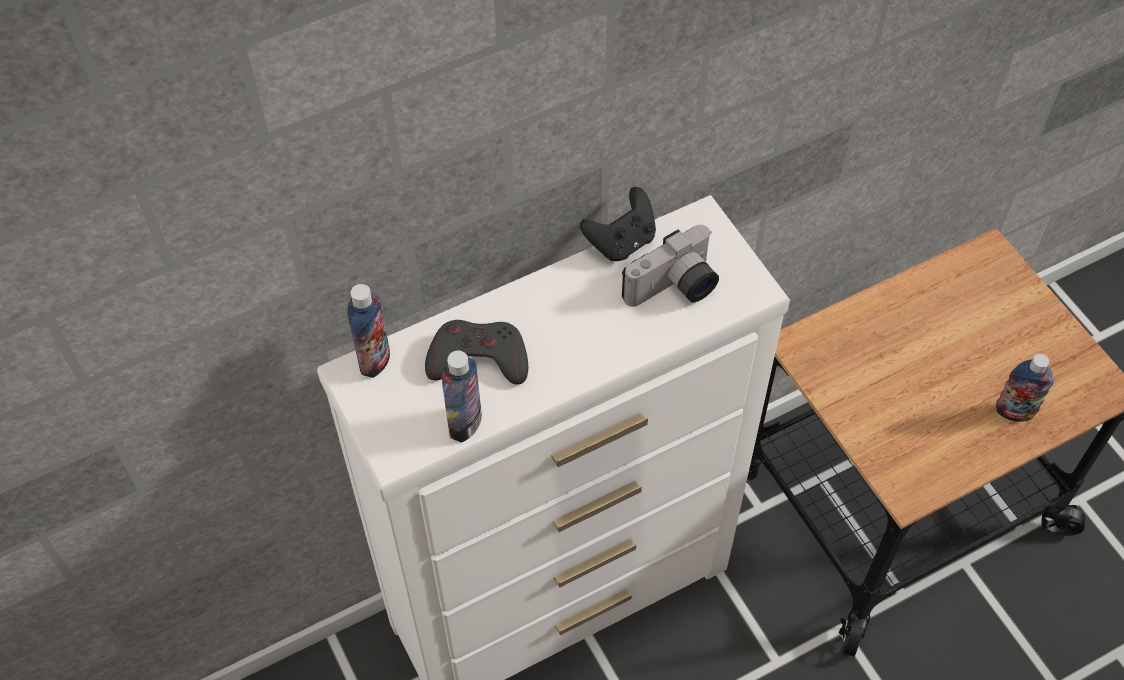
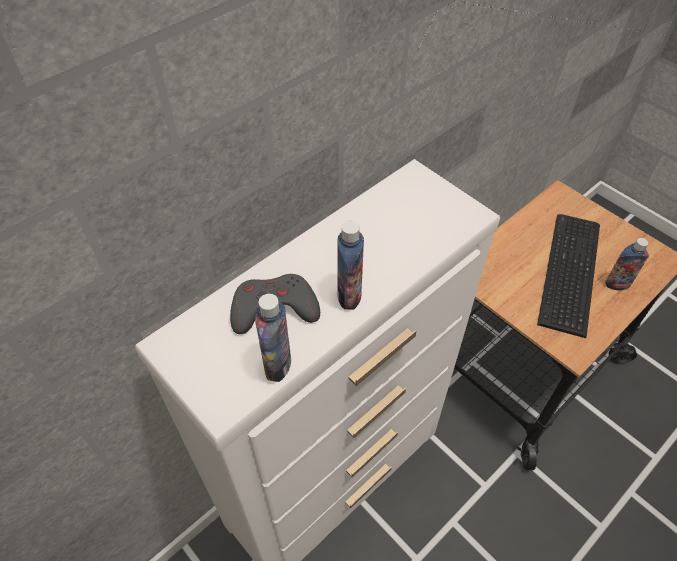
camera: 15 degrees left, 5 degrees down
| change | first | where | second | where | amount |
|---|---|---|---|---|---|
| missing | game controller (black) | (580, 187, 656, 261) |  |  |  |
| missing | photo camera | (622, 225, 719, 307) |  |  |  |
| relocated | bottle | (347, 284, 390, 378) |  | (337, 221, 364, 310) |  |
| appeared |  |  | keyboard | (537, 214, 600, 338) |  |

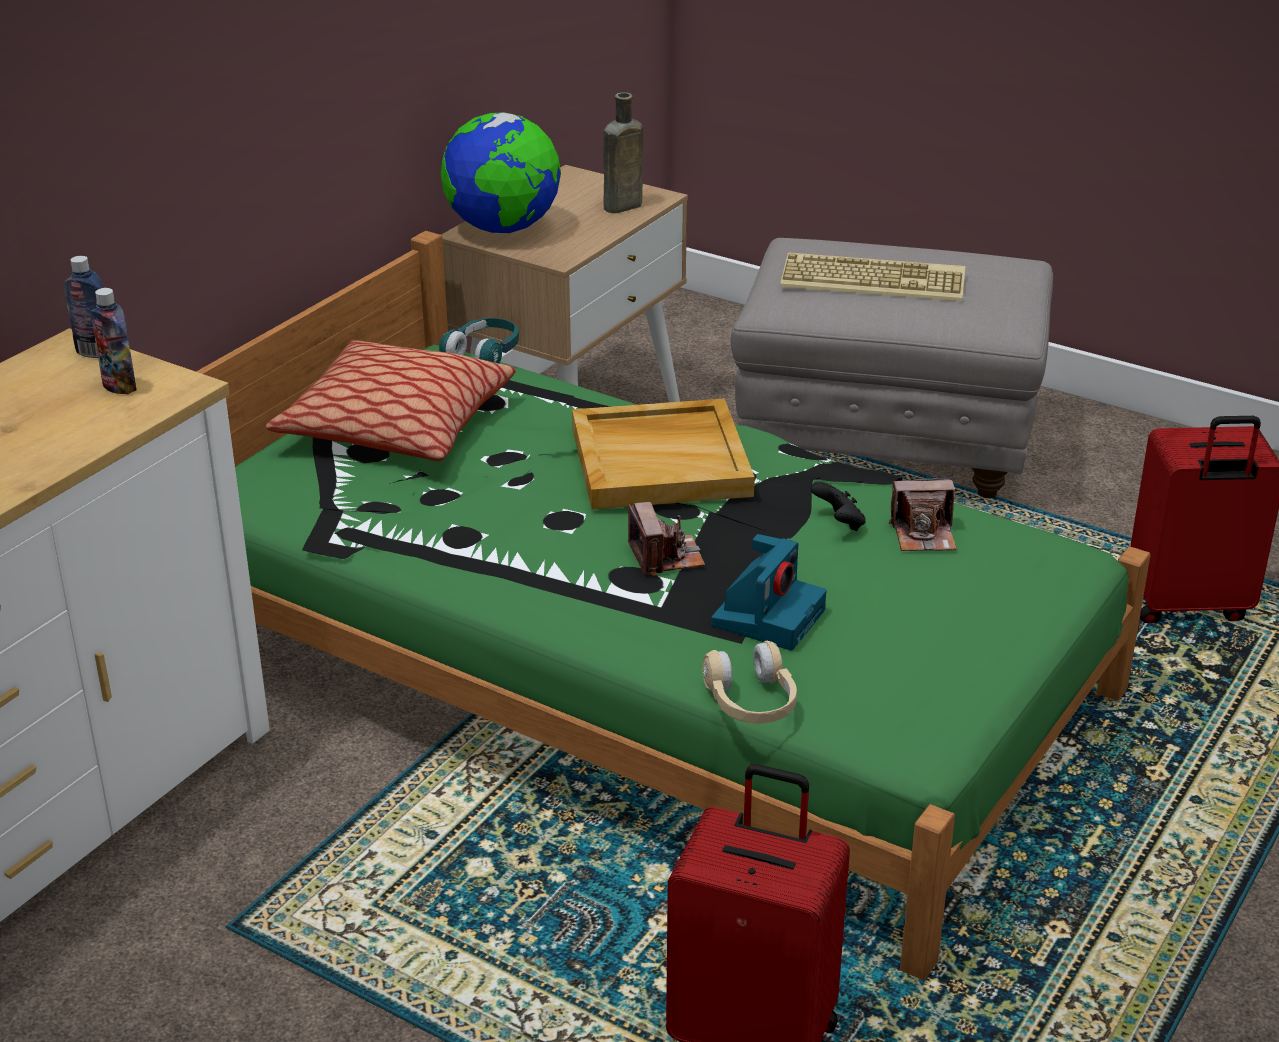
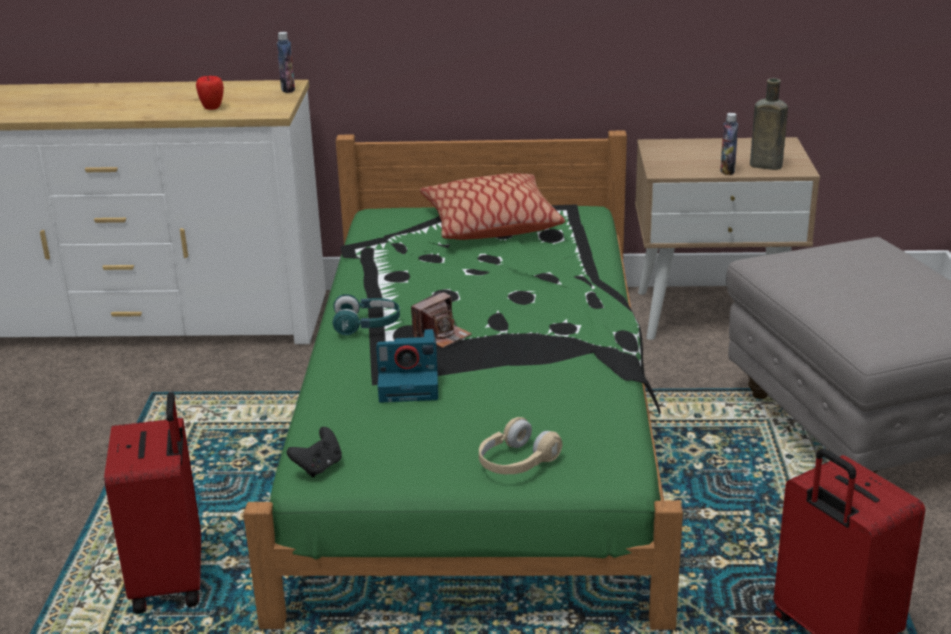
camera: 60 degrees right, 5 degrees down
| change | first | where | second | where | amount |
|---|---|---|---|---|---|
| missing | globe | (441, 112, 561, 233) |  |  |  |
| missing | keyboard | (780, 252, 966, 301) |  |  |  |
| relocated | bottle | (91, 288, 136, 394) |  | (720, 113, 738, 175) |  |
| relocated | headphones (turquoise) | (439, 318, 519, 364) |  | (332, 294, 400, 335) |  |
| missing | tray (beige) | (572, 399, 755, 509) |  |  |  |
| missing | photo camera | (889, 478, 957, 551) |  |  |  |
| relocated | game controller (black) | (811, 481, 866, 531) |  | (286, 427, 342, 477) |  |
| relocated | headphones (beige) | (702, 641, 797, 724) |  | (479, 417, 562, 474) |  |
| appeared |  |  | apple | (196, 76, 224, 110) |  |

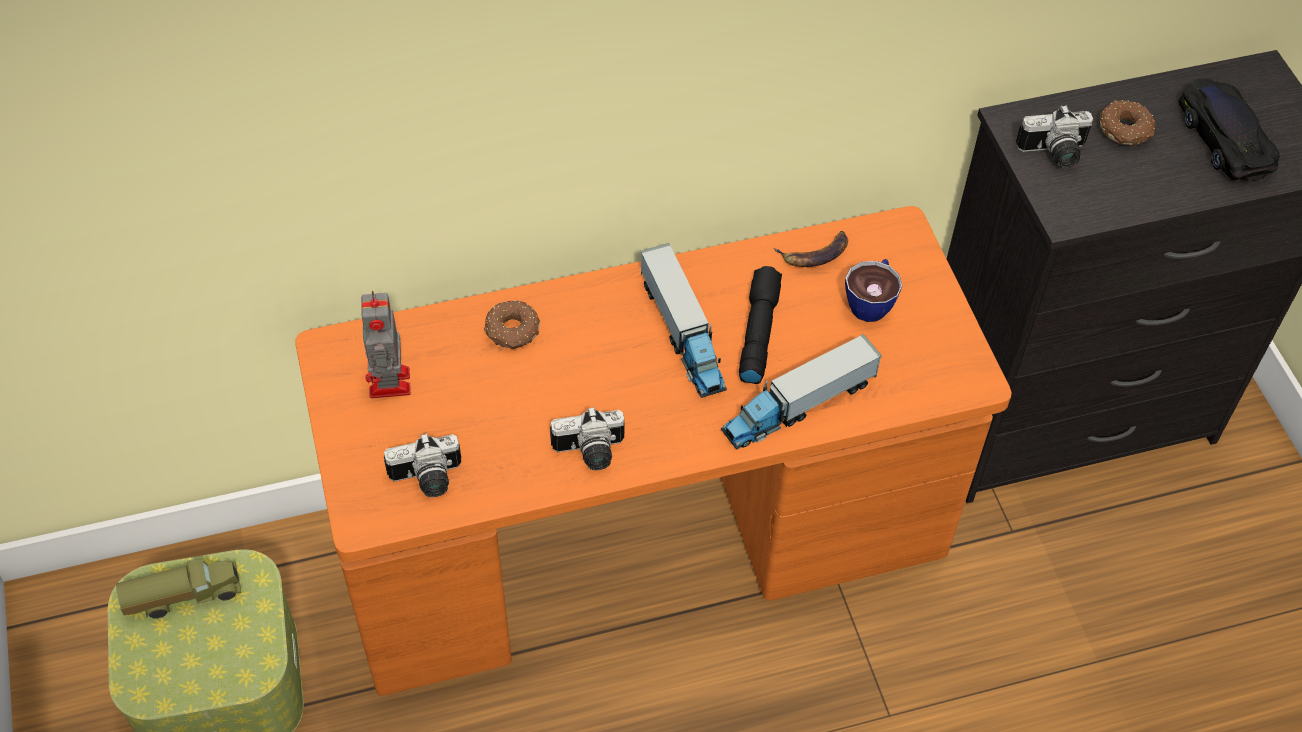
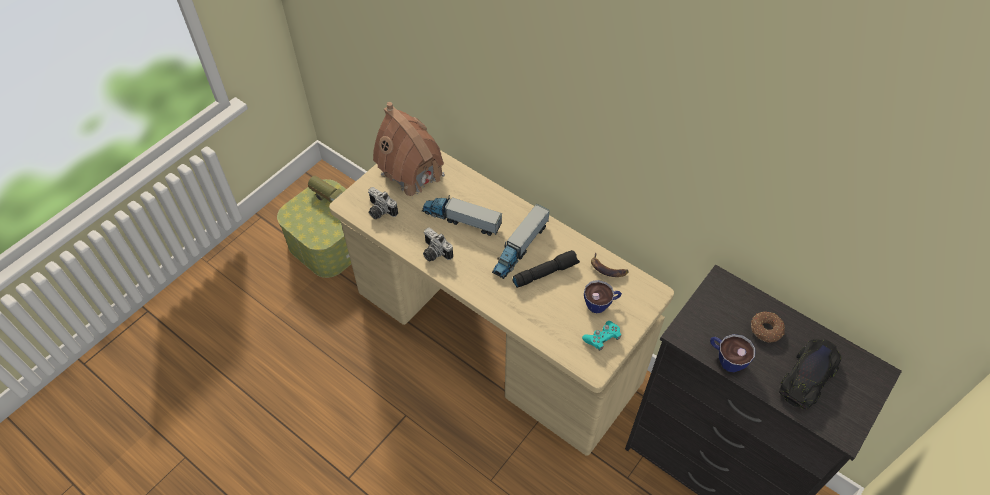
camera: 55 degrees right, 0 degrees up
| change | first | where | second | where | amount |
|---|---|---|---|---|---|
| missing | photo camera | (1016, 105, 1093, 167) |  |  |  |
| colour | desk (orange) | (296, 206, 1012, 696) | desk (beige) | (329, 150, 674, 456) |  |
| exchanged | toy robot | (361, 291, 411, 398) | toy house | (373, 102, 445, 196) |  |
| missing | donut | (484, 300, 540, 349) |  |  |  |
| relocated | toy truck | (721, 334, 882, 450) |  | (422, 195, 502, 236) |  |
| appeared |  |  | game controller (turquoise) | (582, 321, 621, 351) |  |
| appeared |  |  | cup | (710, 334, 755, 372) |  |

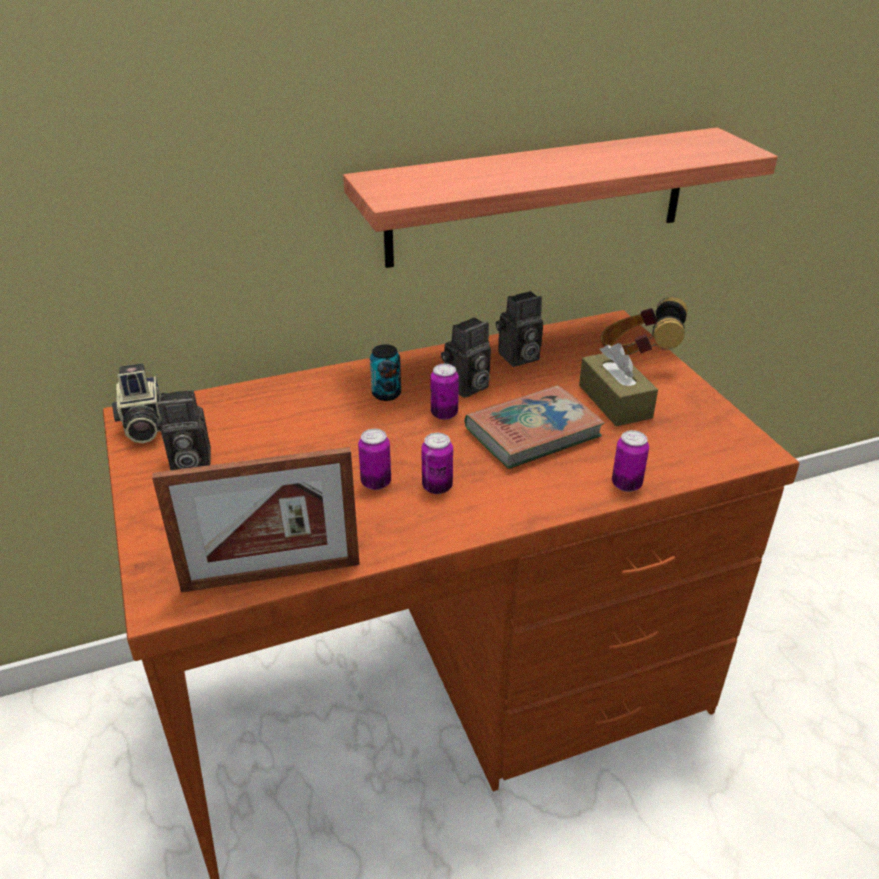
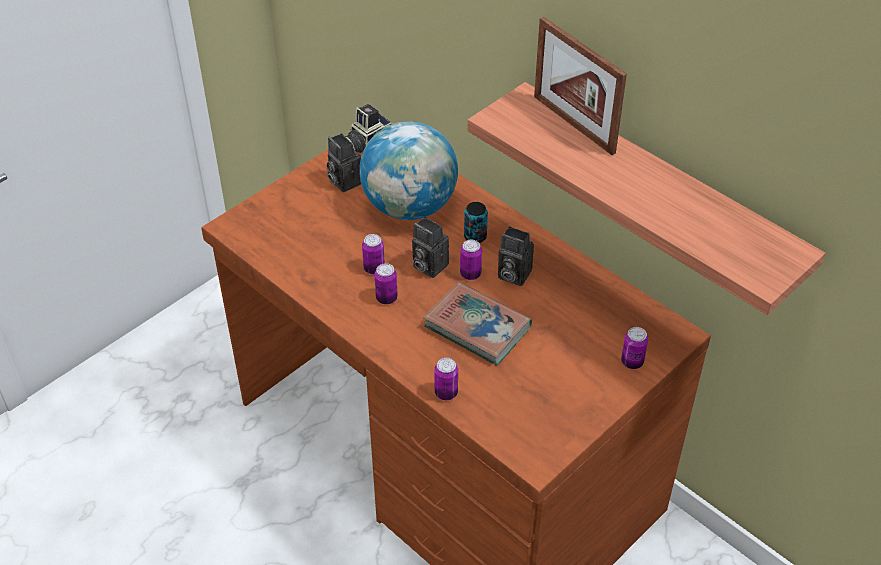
camera: 65 degrees right, 10 degrees up
| change | first | where | second | where | amount |
|---|---|---|---|---|---|
| relocated | photo camera | (496, 291, 543, 367) |  | (412, 217, 449, 278) |  |
| exchanged | headphones | (601, 297, 688, 355) | can | (621, 327, 648, 369) |  |
| missing | tissue box (brown) | (579, 343, 658, 426) |  |  |  |
| relocated | picture frame | (152, 447, 360, 593) |  | (534, 17, 627, 155) |  |
| appeared |  |  | globe | (359, 121, 458, 220) |  |

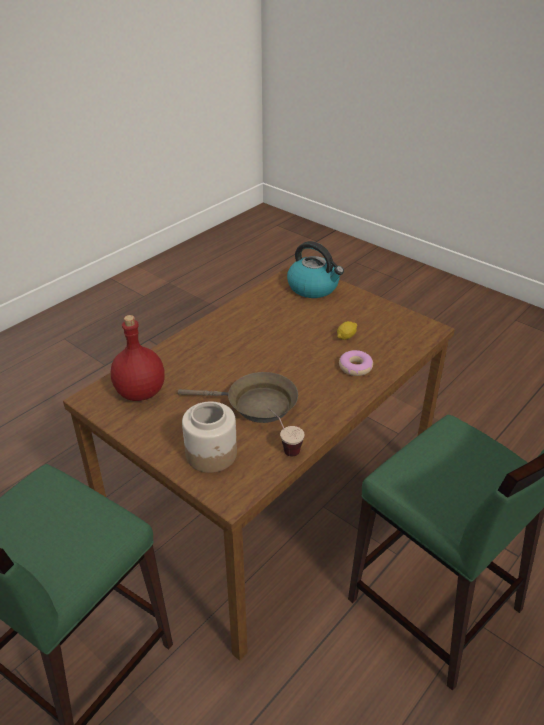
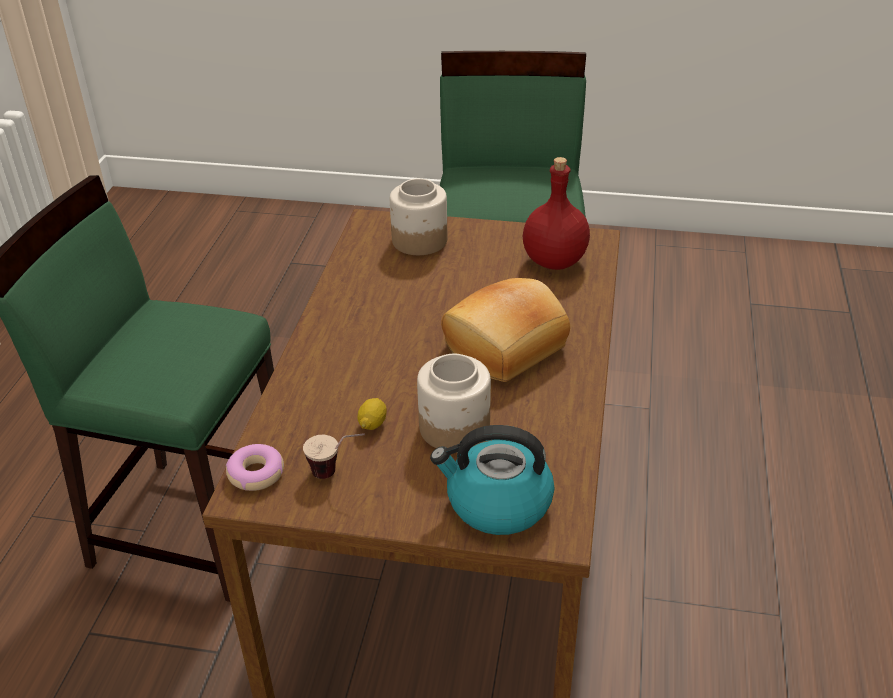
camera: 150 degrees right, 0 degrees up
| change | first | where | second | where | amount |
|---|---|---|---|---|---|
| relocated | donut | (339, 350, 373, 376) |  | (226, 444, 284, 491) |  |
| missing | frying pan (brown) | (178, 372, 298, 423) |  |  |  |
| relocated | cup | (268, 408, 305, 456) |  | (303, 433, 365, 479) |  |
| appeared |  |  | bread | (441, 278, 570, 382) |  |
| appeared |  |  | jar | (417, 354, 491, 448) |  |

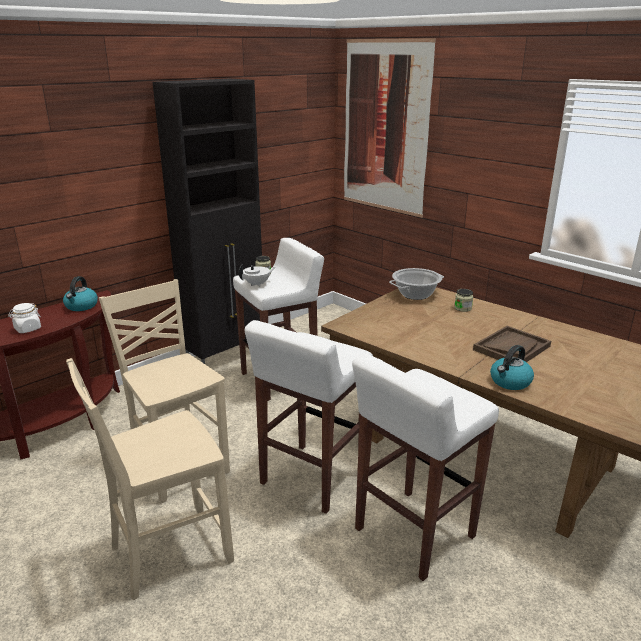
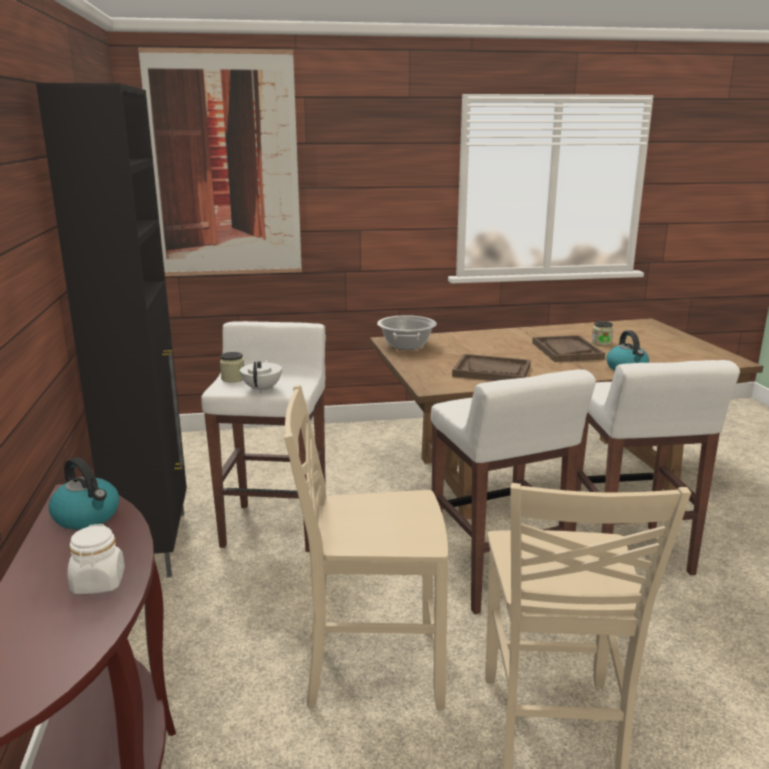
camera: 55 degrees left, 5 degrees down
| change | first | where | second | where | amount |
|---|---|---|---|---|---|
| relocated | jar | (454, 289, 473, 312) |  | (592, 321, 613, 346) |  |
| appeared |  |  | tray (brown) | (452, 354, 531, 381) |  |

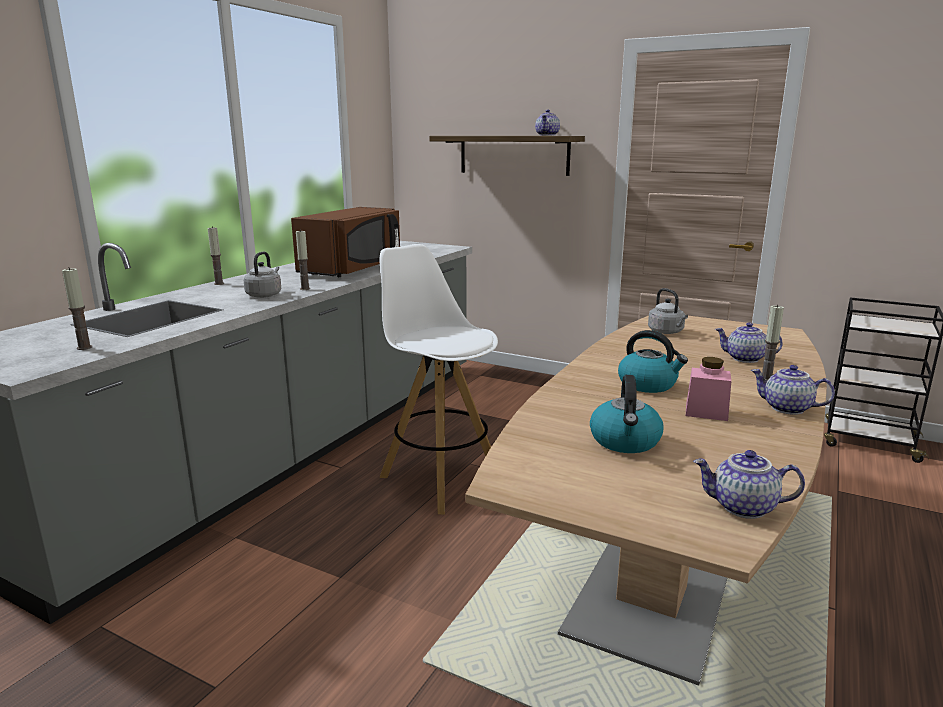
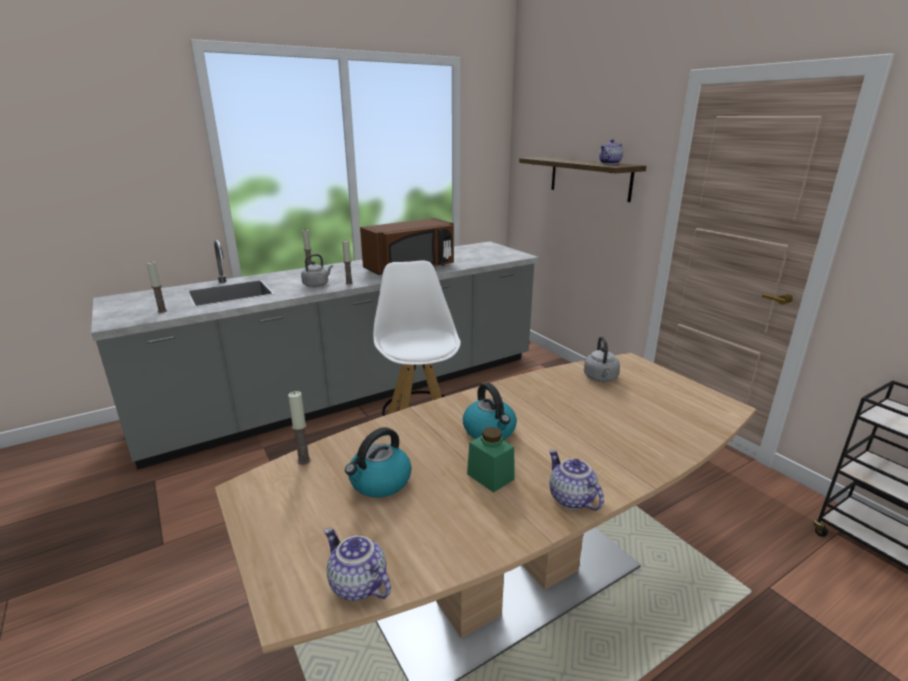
camera: 30 degrees right, 5 degrees up
| change | first | where | second | where | amount |
|---|---|---|---|---|---|
| relocated | candle | (762, 305, 784, 381) |  | (288, 391, 311, 465) |  |
| missing | teapot | (715, 323, 783, 363) |  |  |  |
| colour | jar (pink) | (686, 357, 731, 421) | jar (green) | (467, 427, 514, 493) |  |

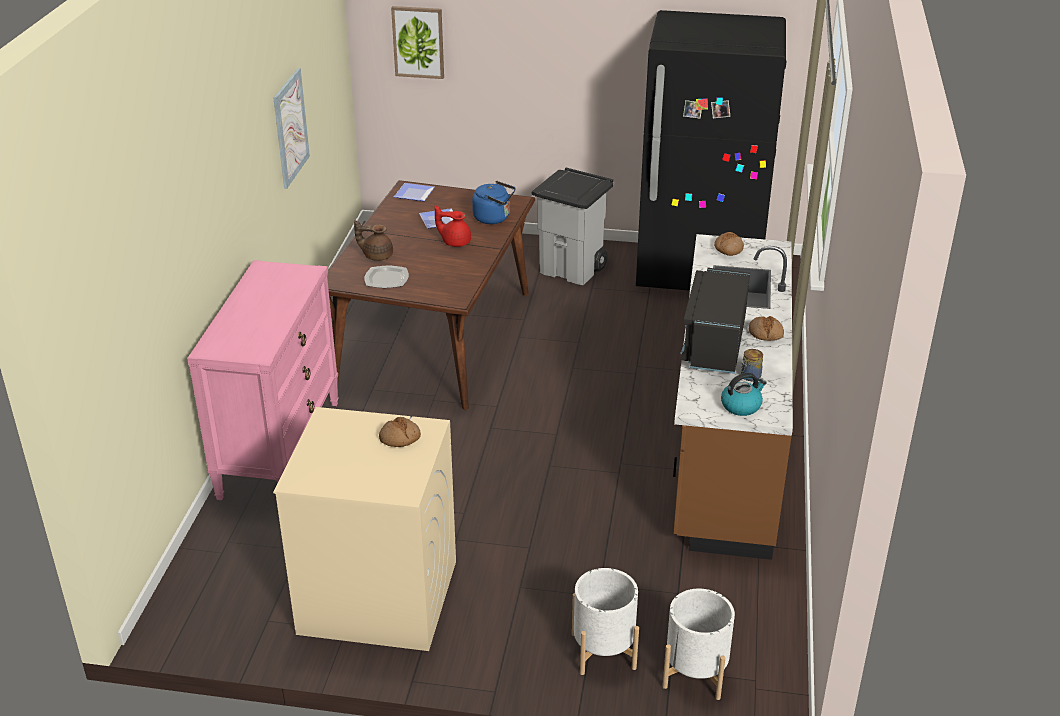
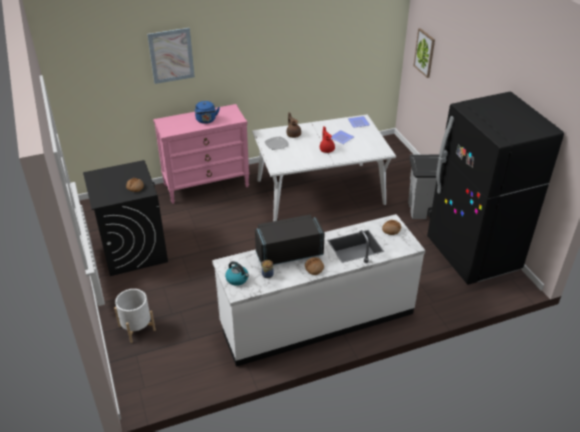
camera: 60 degrees right, 5 degrees up
| change | first | where | second | where | amount |
|---|---|---|---|---|---|
| relocated | picture | (273, 68, 310, 189) |  | (147, 28, 195, 84) |  |
| colour | dining table (brown) | (327, 180, 535, 410) | dining table (white) | (252, 114, 396, 221) |  |
| relocated | kettle (blue) | (472, 181, 516, 224) |  | (195, 101, 220, 124) |  |
| colour | counter (brown) | (673, 234, 793, 560) | counter (white) | (212, 214, 425, 367) |  |
| colour | washing machine (beige) | (273, 407, 456, 651) | washing machine (black) | (83, 160, 168, 276) |  |
| missing | planter (white) | (662, 589, 735, 700) |  |  |  |

